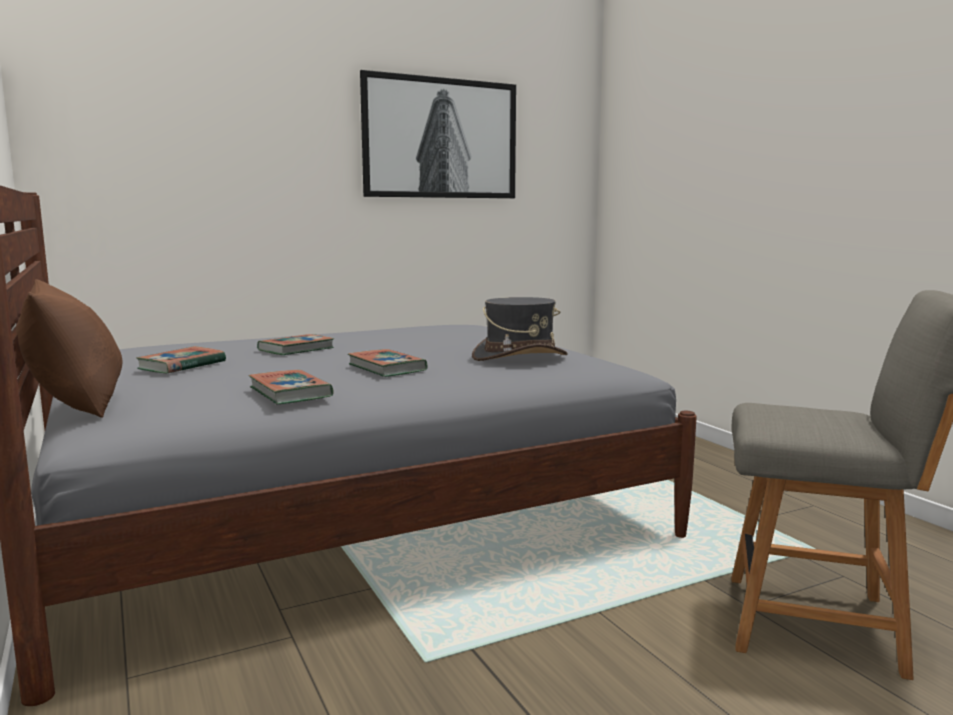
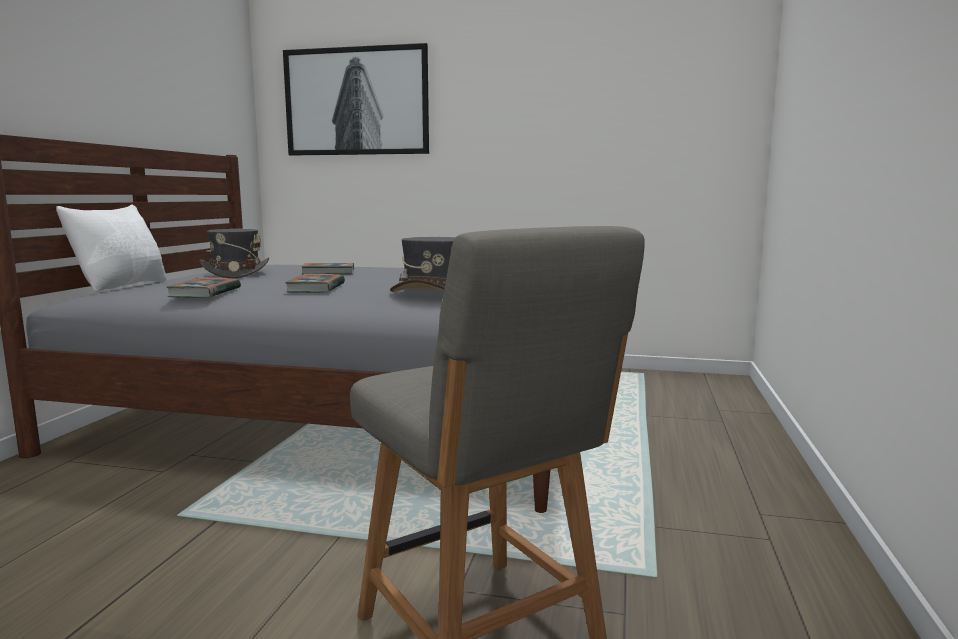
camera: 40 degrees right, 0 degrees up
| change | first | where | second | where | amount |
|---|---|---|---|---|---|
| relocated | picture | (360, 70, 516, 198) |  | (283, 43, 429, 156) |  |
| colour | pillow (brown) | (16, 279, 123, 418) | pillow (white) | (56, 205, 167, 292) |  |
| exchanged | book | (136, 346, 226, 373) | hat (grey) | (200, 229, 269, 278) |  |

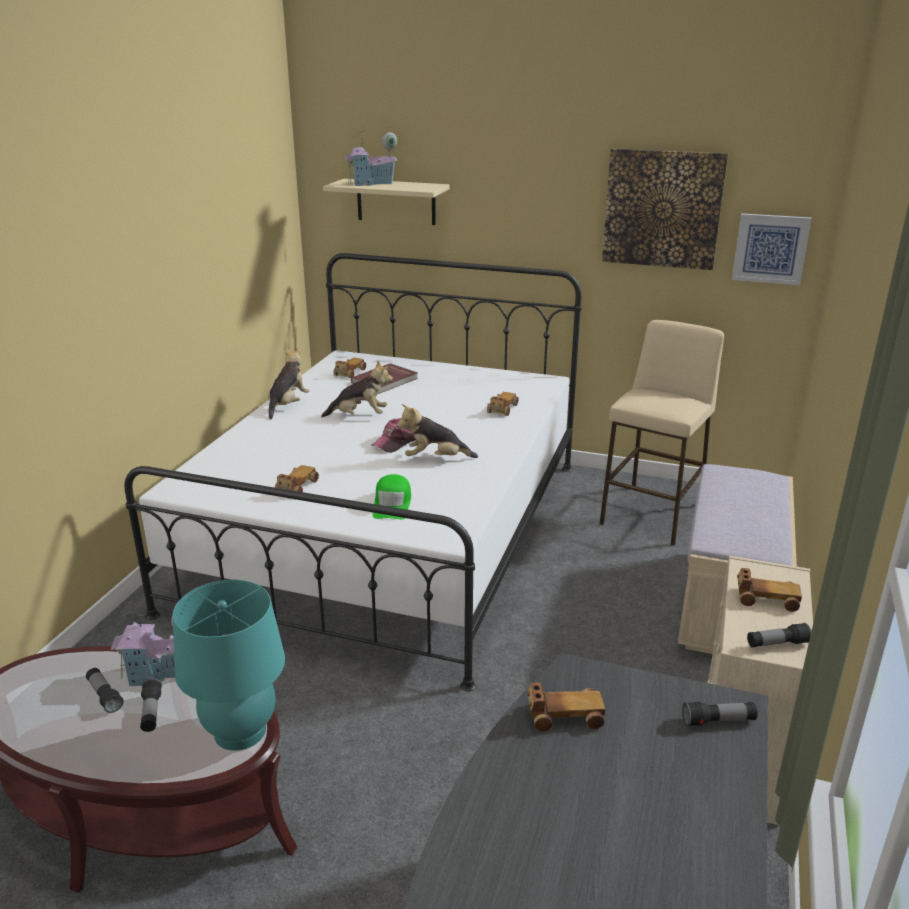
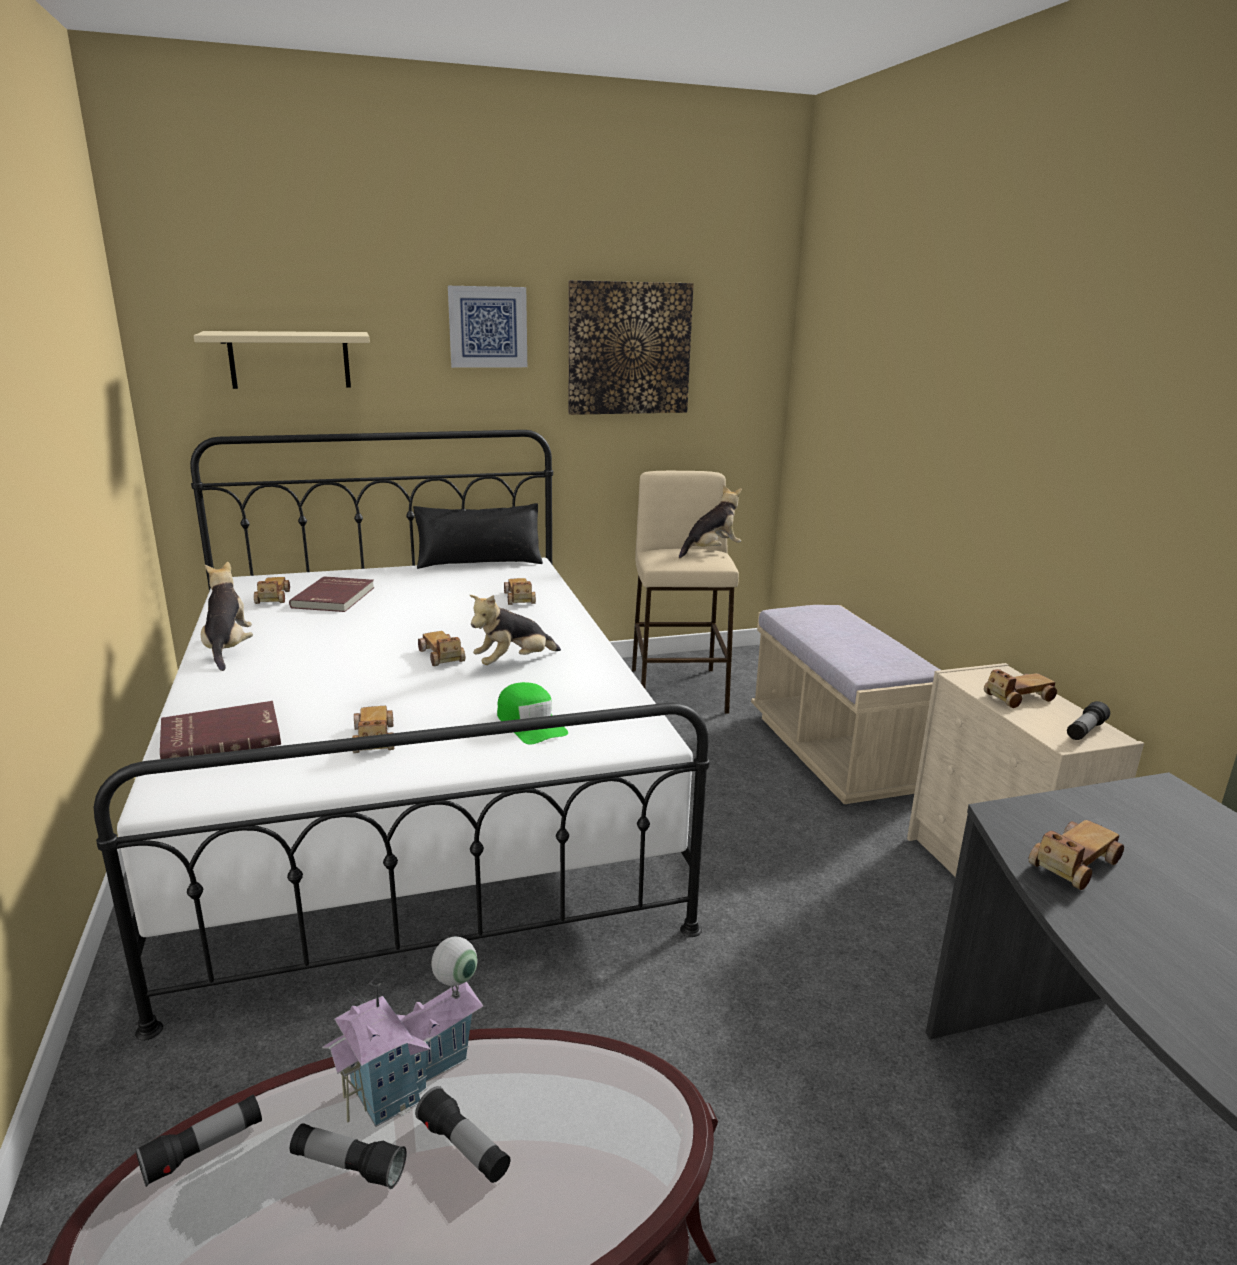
camera: 35 degrees left, 5 degrees down
| change | first | where | second | where | amount |
|---|---|---|---|---|---|
| missing | toy house | (345, 130, 397, 186) |  |  |  |
| relocated | picture | (732, 213, 812, 285) |  | (448, 286, 527, 368) |  |
| relocated | plush toy | (321, 361, 393, 417) |  | (679, 485, 742, 558) |  |
| exchanged | cap | (372, 418, 416, 453) | toy car | (418, 631, 466, 666) |  |
| missing | table lamp (turquoise) | (173, 580, 285, 751) |  |  |  |
| relocated | flashlight | (682, 702, 757, 726) |  | (135, 1095, 262, 1187) |  |
| appeared |  |  | pillow (black) | (413, 503, 543, 569) |  |
| appeared |  |  | book (red) | (160, 701, 281, 759) |  |

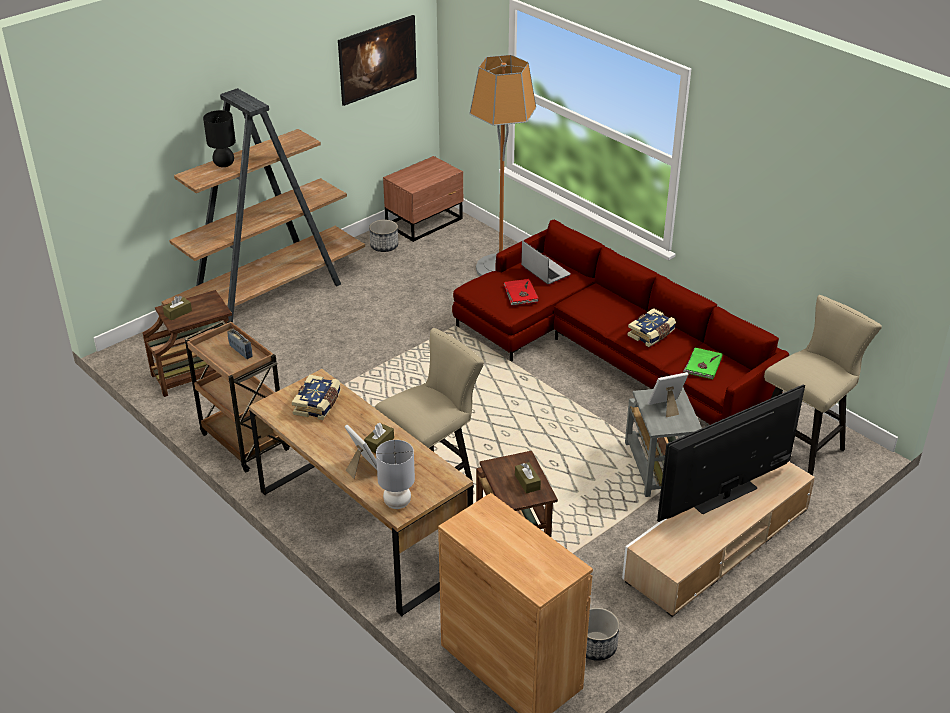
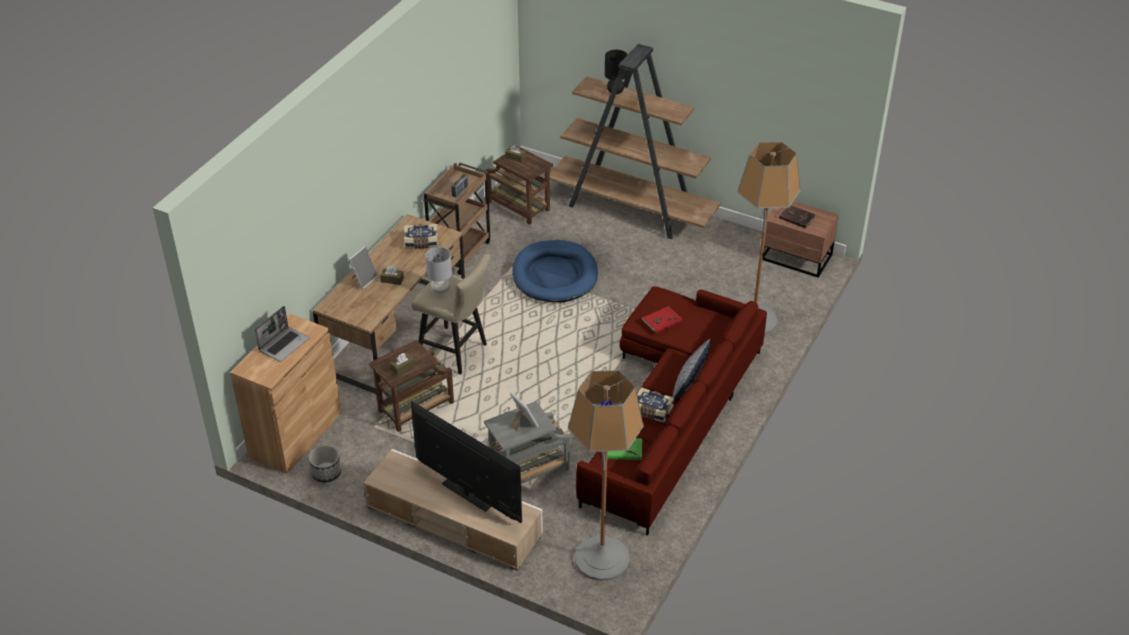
camera: 70 degrees right, 5 degrees up
| change | first | where | second | where | amount |
|---|---|---|---|---|---|
| missing | picture | (338, 15, 417, 106) |  |  |  |
| missing | planter | (369, 220, 398, 252) |  |  |  |
| relocated | laptop | (521, 240, 571, 284) |  | (255, 306, 309, 362) |  |
| exchanged | stool (beige) | (764, 295, 882, 475) | floor lamp | (568, 370, 644, 581) |  |
| relocated | table lamp (grey) | (376, 440, 415, 509) |  | (425, 247, 452, 294) |  |
| appeared |  |  | book (brown) | (779, 205, 816, 229) |  |
| appeared |  |  | dog bed (blue) | (513, 240, 598, 302) |  |
| appeared |  |  | pillow | (672, 338, 711, 402) |  |

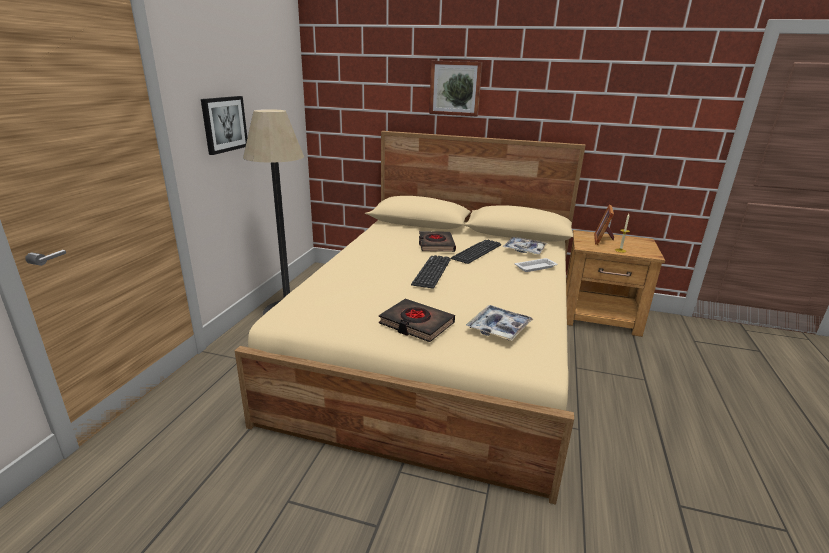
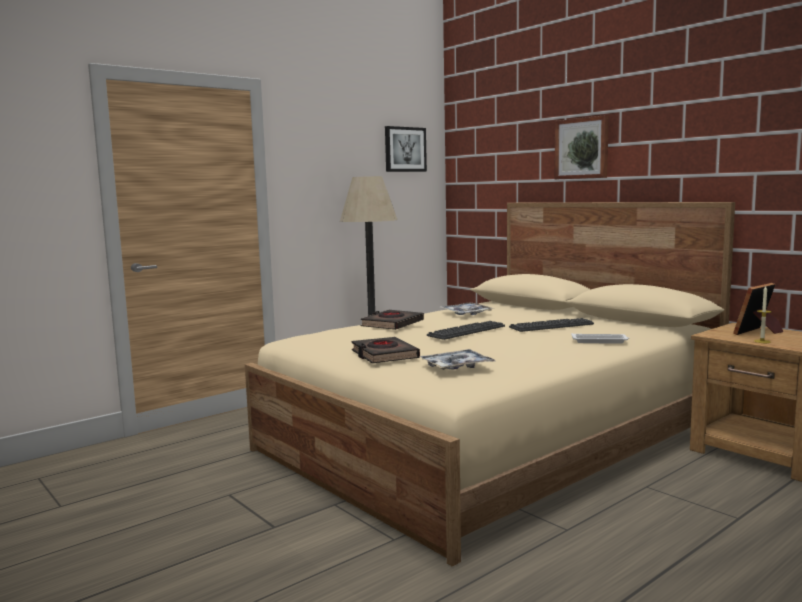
camera: 35 degrees right, 15 degrees down
| change | first | where | second | where | amount |
|---|---|---|---|---|---|
| relocated | picture | (201, 96, 247, 155) |  | (385, 126, 427, 172) |  |
| relocated | book (black) | (419, 231, 456, 252) |  | (361, 310, 424, 330) |  |
| relocated | tray | (503, 237, 548, 255) |  | (441, 303, 494, 315) |  |

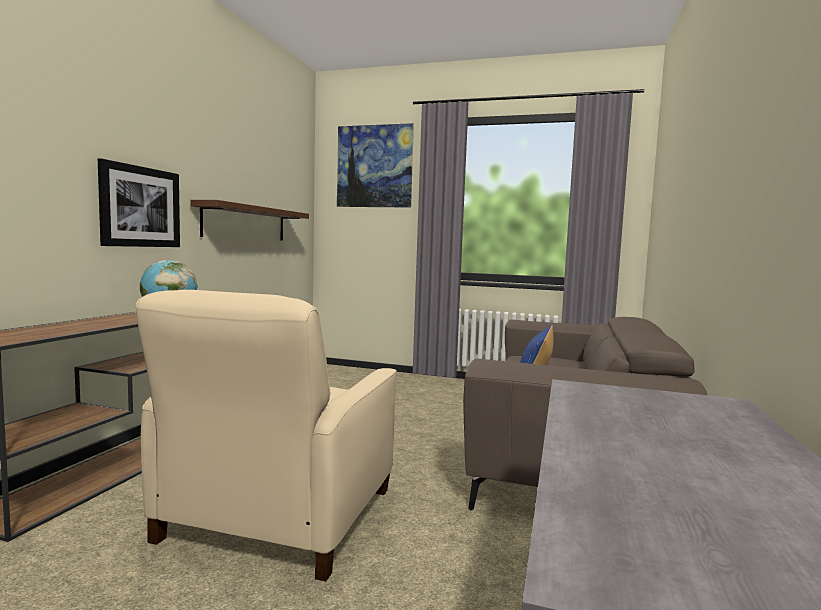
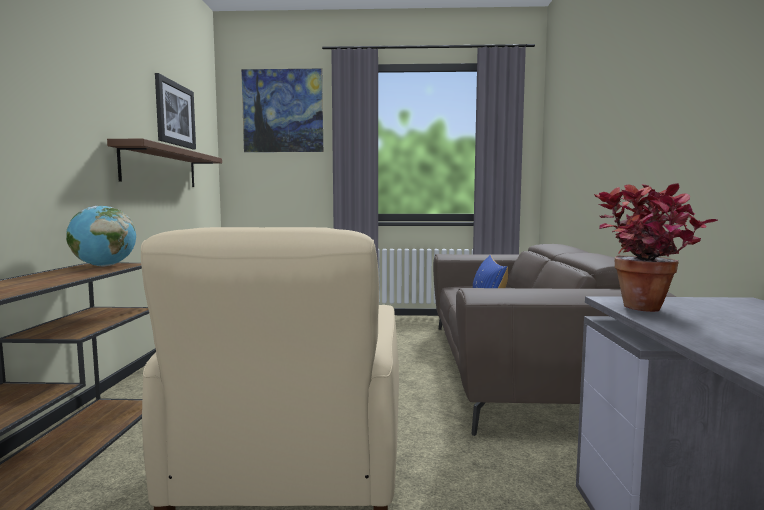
camera: 15 degrees left, 0 degrees up
| change | first | where | second | where | amount |
|---|---|---|---|---|---|
| relocated | picture | (98, 158, 180, 247) |  | (155, 73, 196, 149) |  |
| appeared |  |  | potted plant | (594, 183, 718, 312) |  |

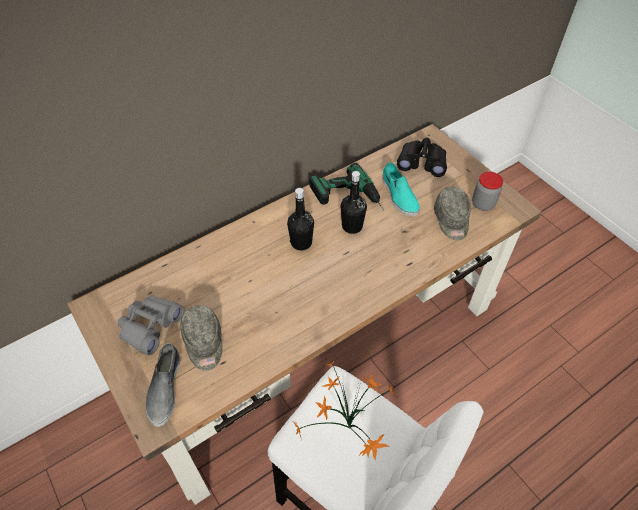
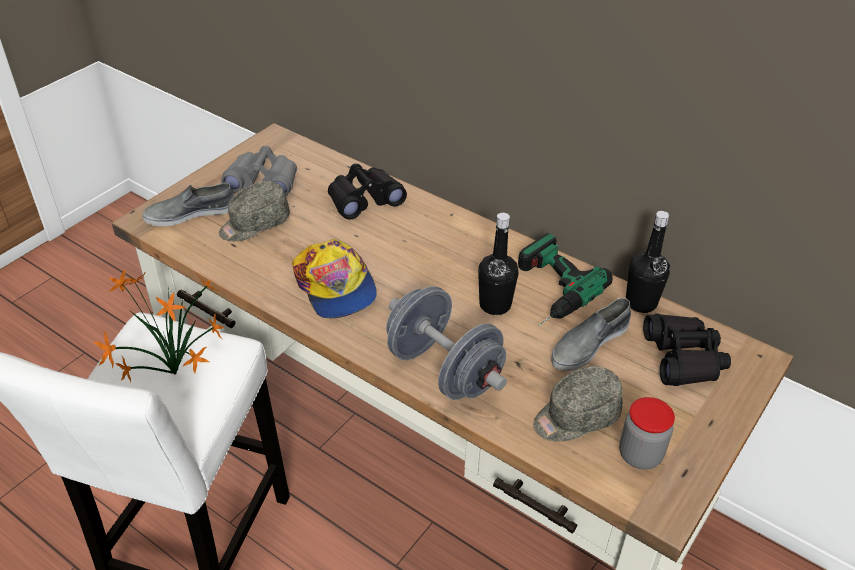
camera: 70 degrees right, 10 degrees down
| change | first | where | second | where | amount |
|---|---|---|---|---|---|
| colour | shoe (turquoise) | (382, 162, 420, 216) | shoe (grey) | (551, 298, 631, 371) |  |
| relocated | bottle (black) | (287, 188, 314, 251) |  | (626, 211, 670, 313) |  |
| appeared |  |  | binoculars (black) | (328, 164, 407, 220) |  |
| appeared |  |  | cap | (292, 239, 377, 319) |  |
| appeared |  |  | dumbbell (grey) | (386, 286, 507, 400) |  |

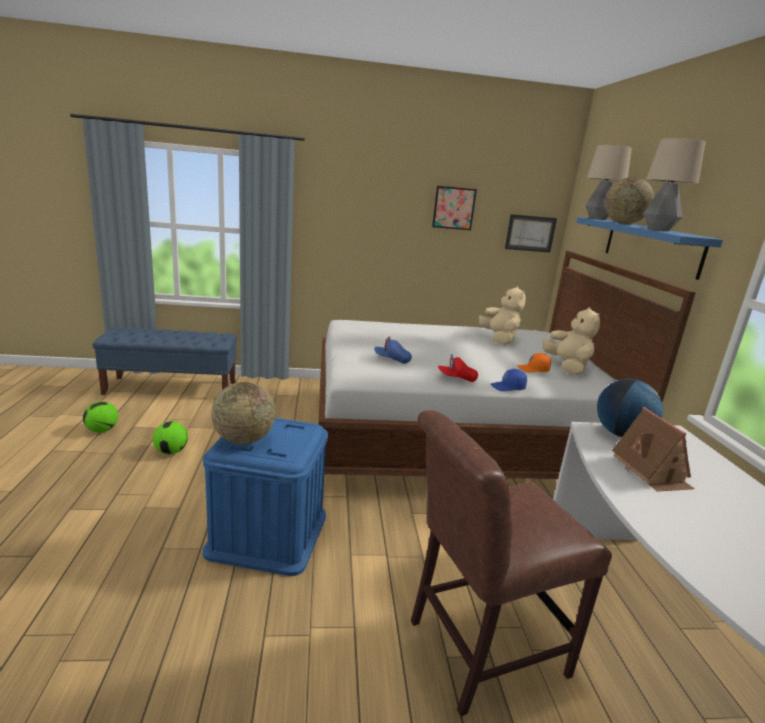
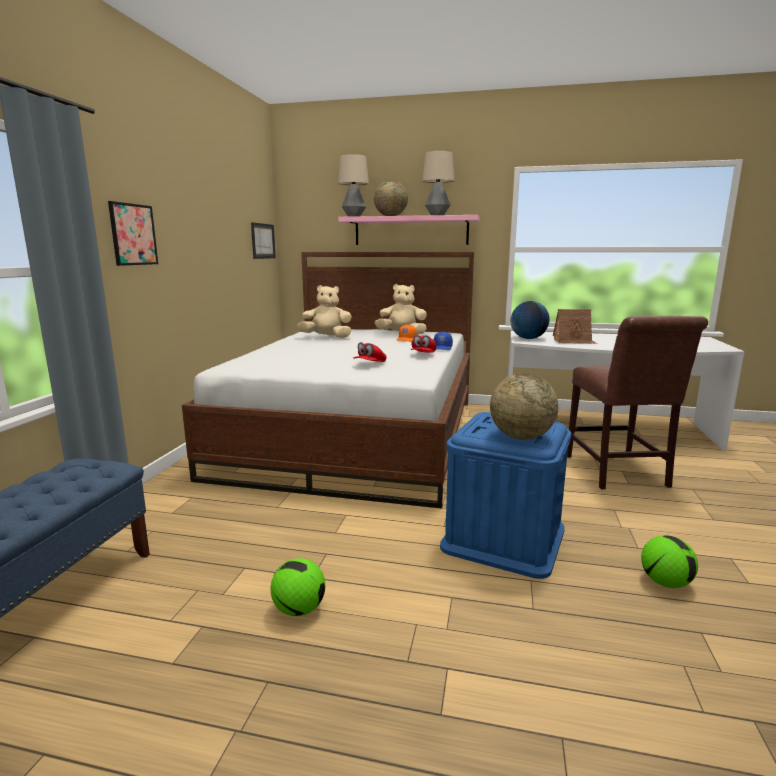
camera: 70 degrees left, 5 degrees down
| change | first | where | second | where | amount |
|---|---|---|---|---|---|
| relocated | picture | (432, 186, 477, 230) |  | (108, 201, 158, 266) |  |
| colour | shelf (blue) | (576, 217, 723, 280) | shelf (pink) | (338, 215, 480, 245) |  |
| colour | cap (blue) | (374, 337, 412, 364) | cap (red) | (353, 342, 386, 362) |  |
| relocated | football | (83, 401, 118, 433) |  | (641, 535, 698, 588) |  |

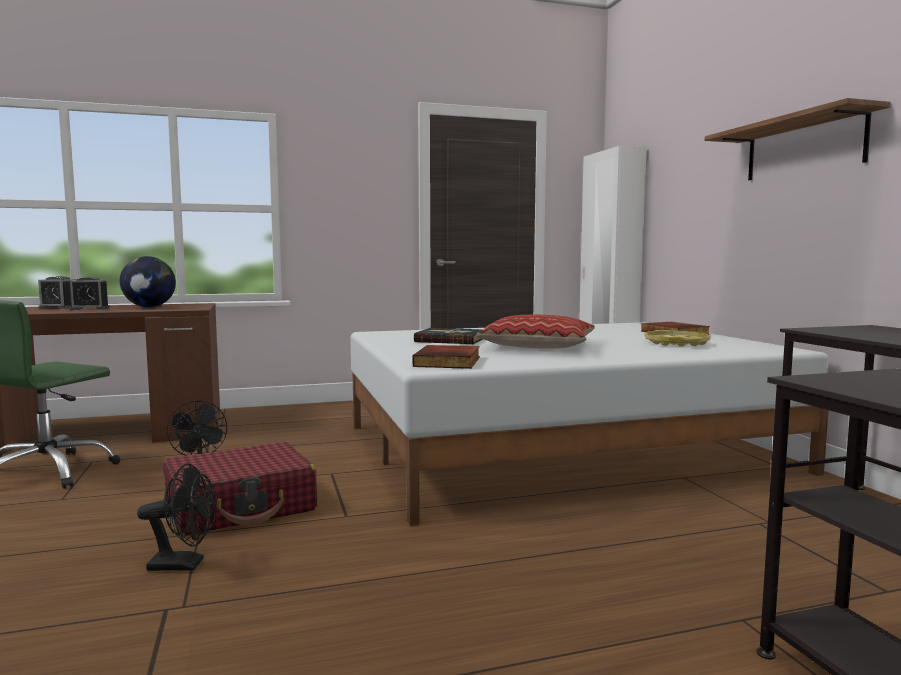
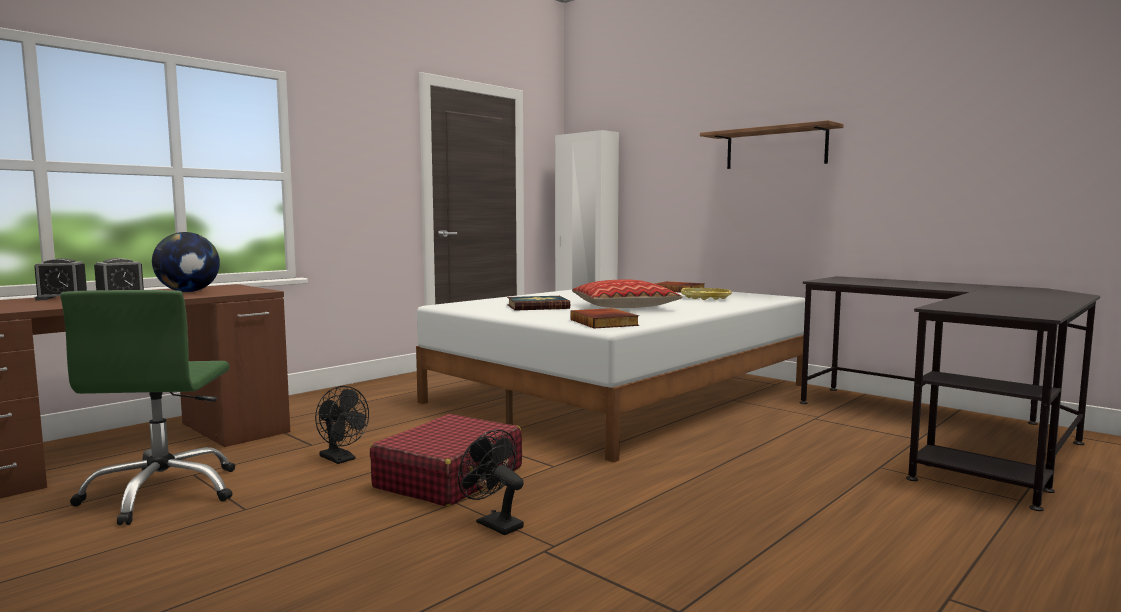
camera: 30 degrees left, 0 degrees up
| change | first | where | second | where | amount |
|---|---|---|---|---|---|
| spun | fan (black) | (137, 464, 216, 571) |  | (458, 429, 524, 535) | 105 degrees counterclockwise |

